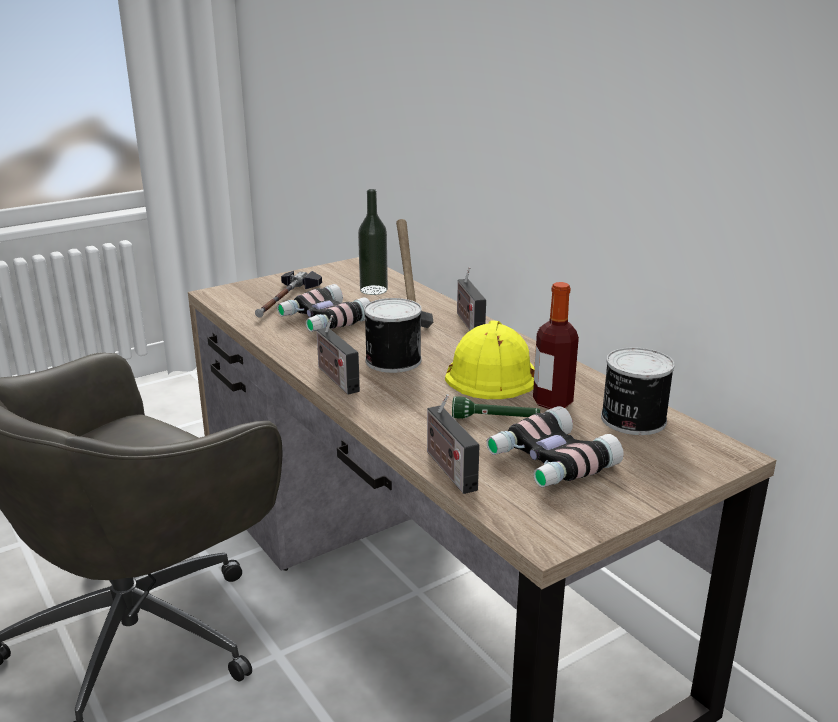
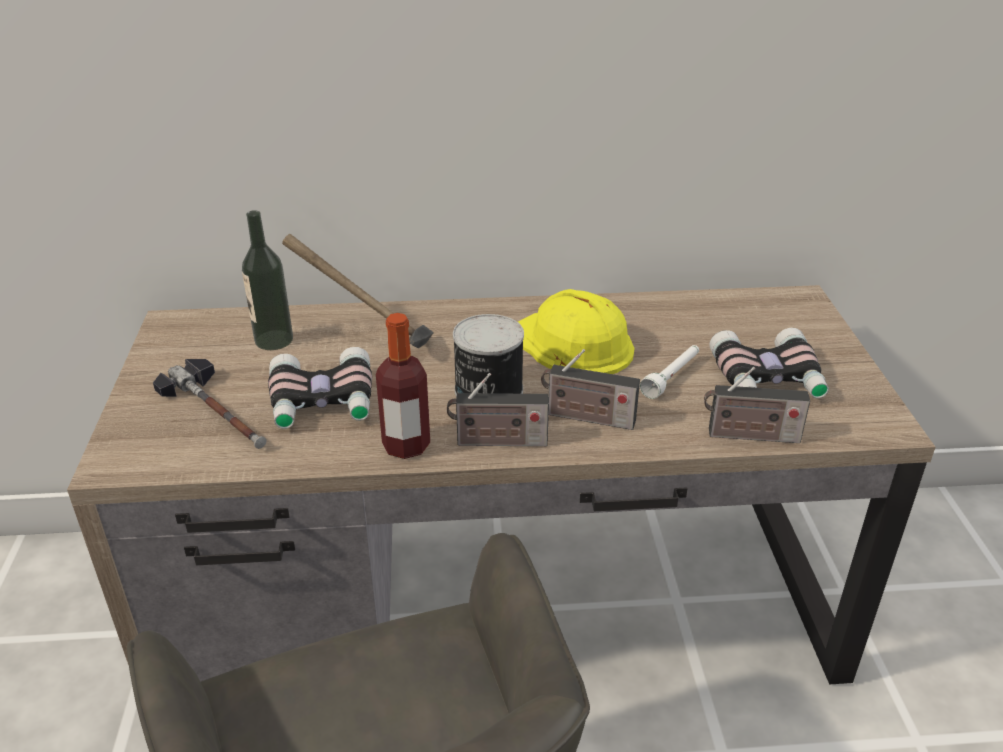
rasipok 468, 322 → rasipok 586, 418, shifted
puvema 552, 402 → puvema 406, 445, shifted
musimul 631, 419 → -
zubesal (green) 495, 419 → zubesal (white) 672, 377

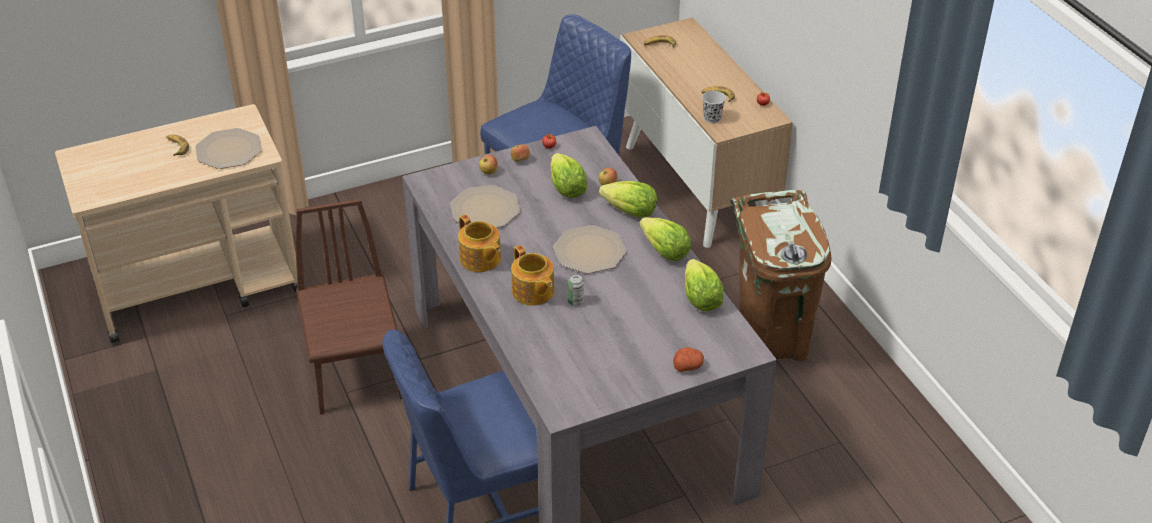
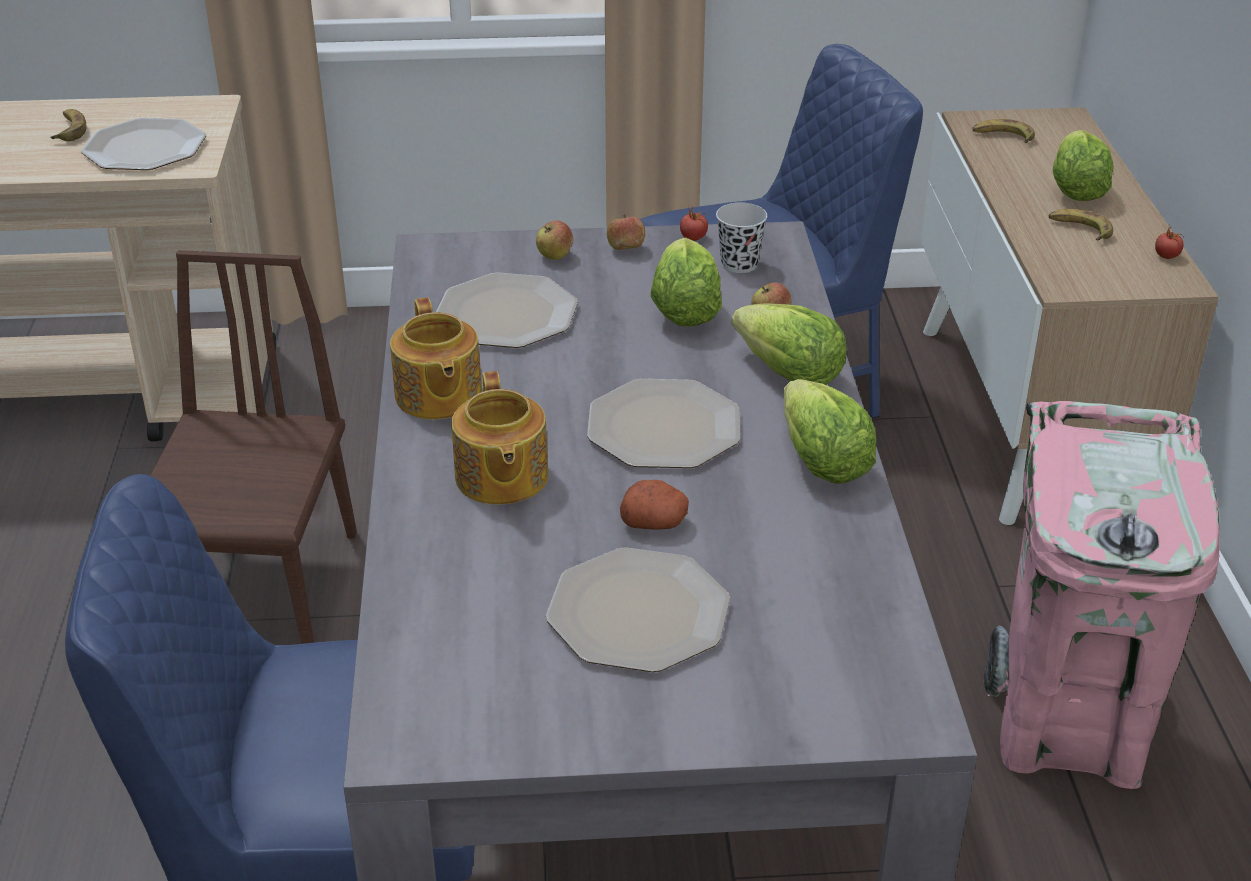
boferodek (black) 712, 118 → boferodek (black) 739, 264, shifted
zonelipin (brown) 770, 342 → zonelipin (pink) 1068, 732
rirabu 700, 299 → rirabu 1076, 190, shifted
musimul 575, 302 → -
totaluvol 688, 366 → totaluvol 655, 522, shifted
- → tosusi 636, 613

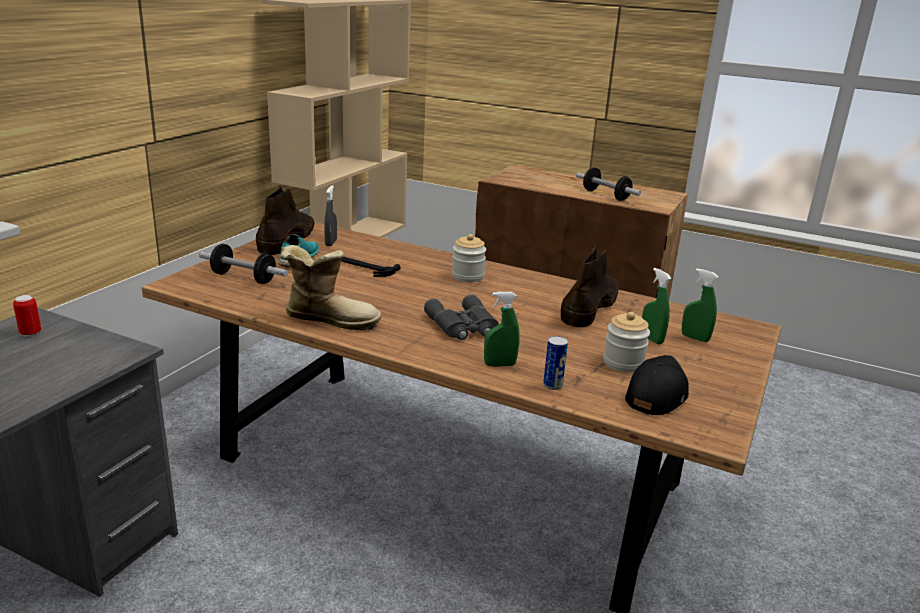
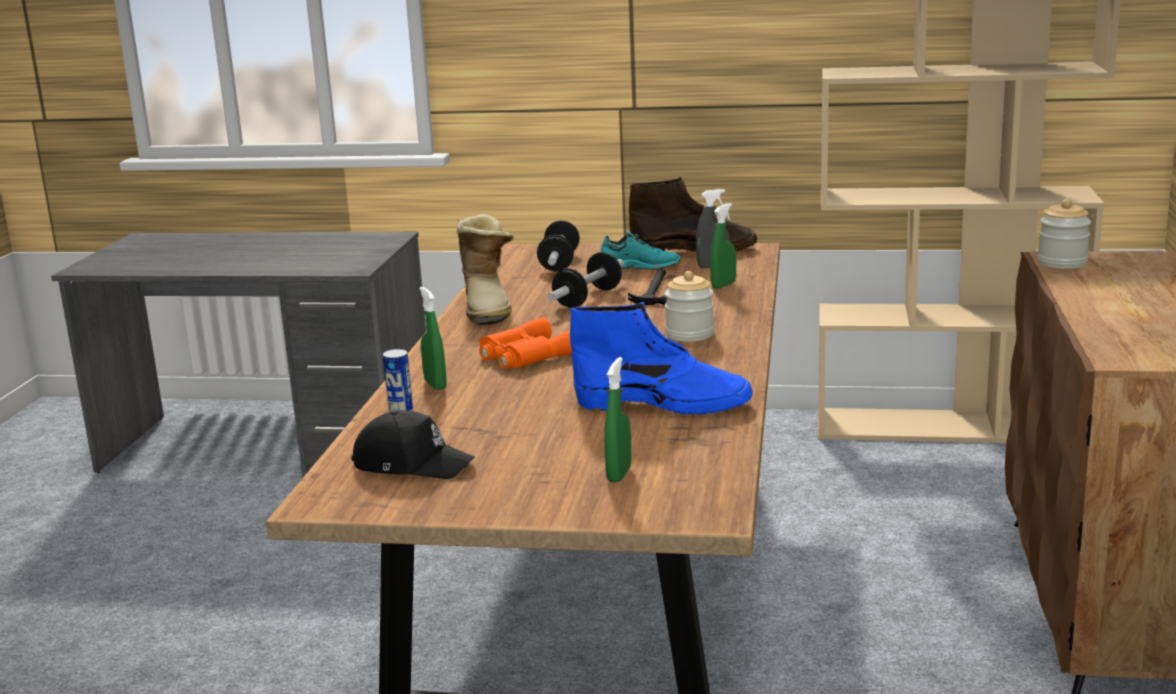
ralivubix 605, 195 → ralivubix 588, 298, shifted
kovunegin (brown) 590, 306 → kovunegin (blue) 665, 404
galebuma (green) 651, 339 → galebuma (green) 723, 285, shifted
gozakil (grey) 462, 326 → gozakil (orange) 526, 355
musimul 30, 333 → -
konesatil 623, 363 → konesatil 1062, 263, shifted

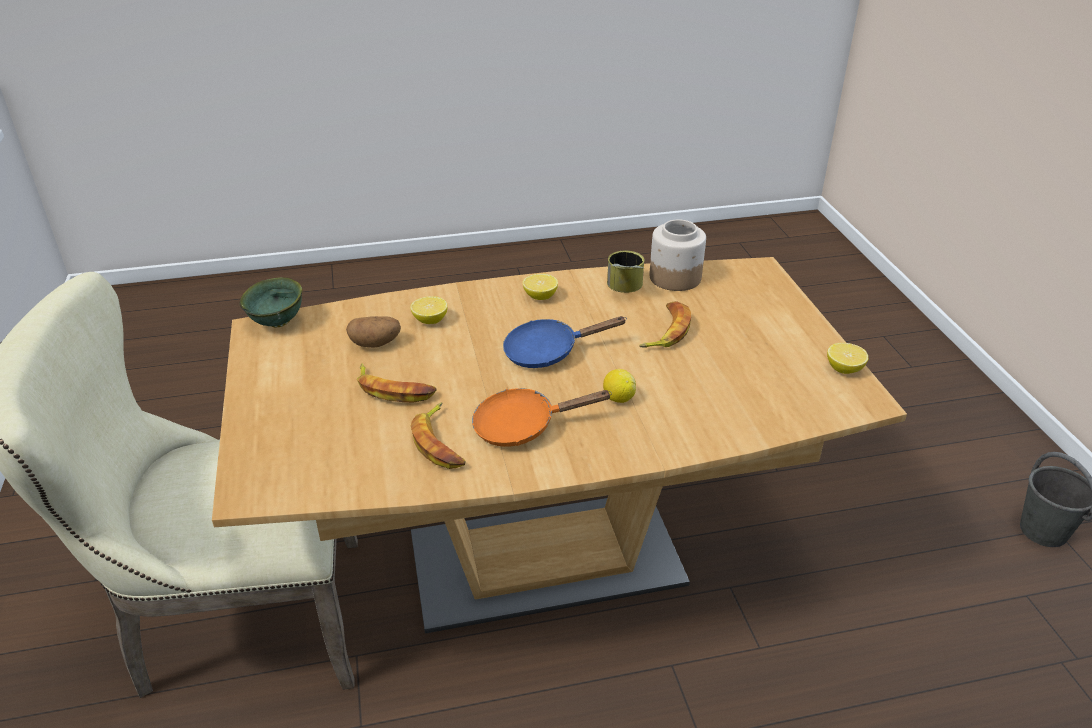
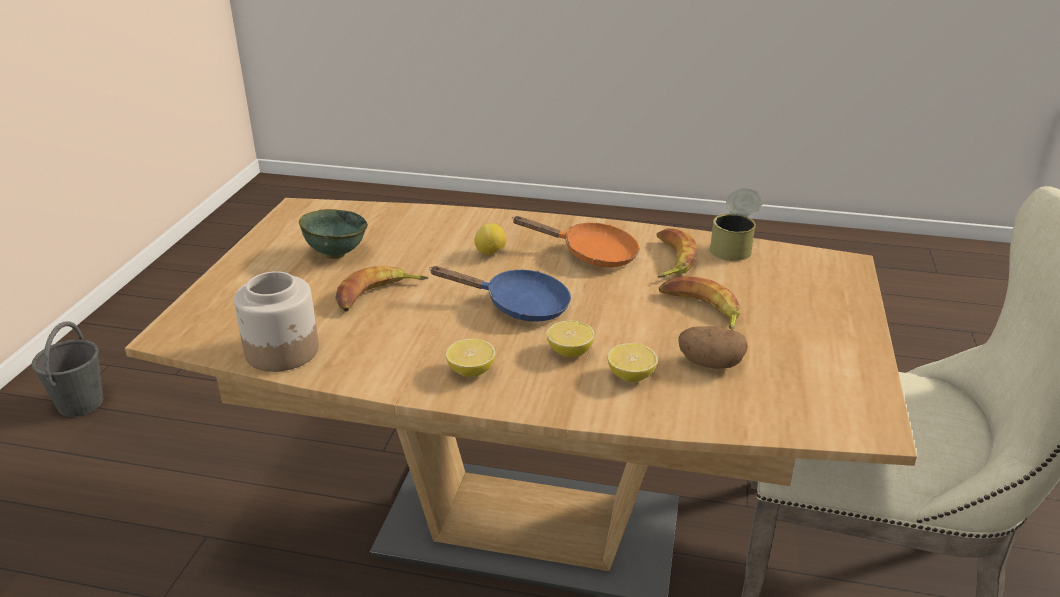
musimul 624, 289 → musimul 734, 245, shifted
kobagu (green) 278, 323 → kobagu (green) 335, 253, shifted
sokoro 844, 369 → sokoro 569, 352, shifted

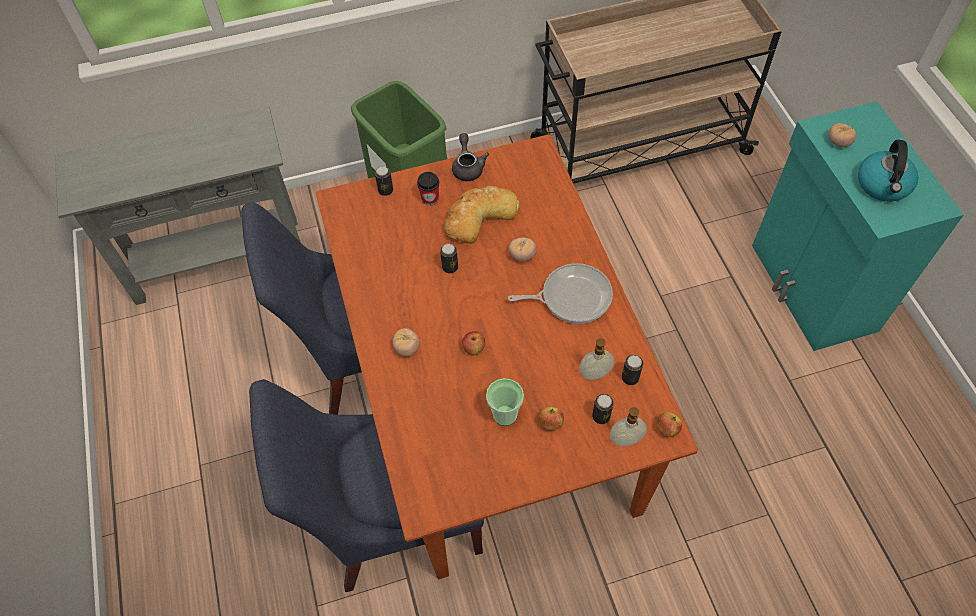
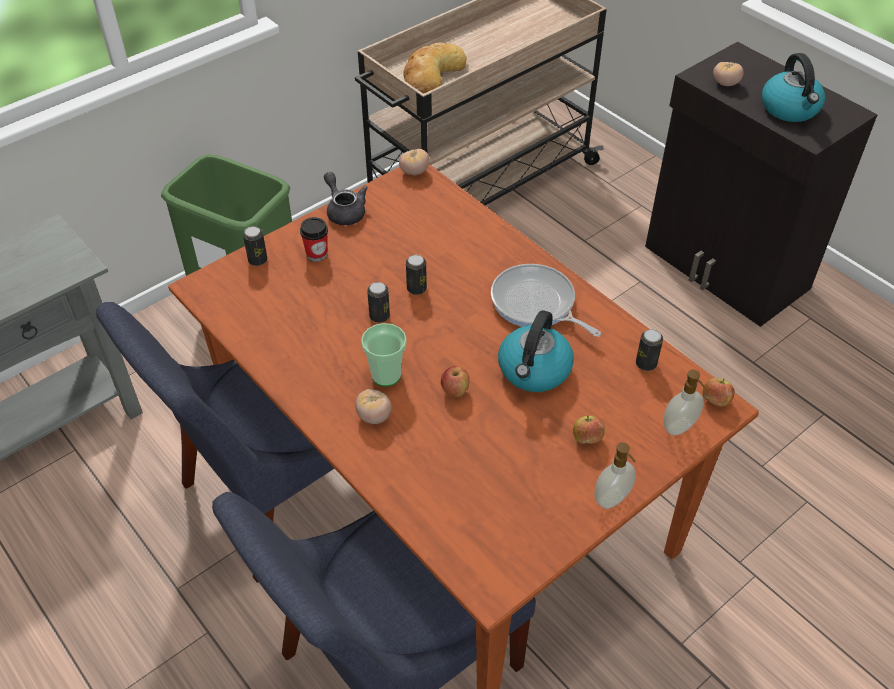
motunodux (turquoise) 811, 288 → motunodux (black) 725, 269
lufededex 478, 216 → lufededex 431, 75, shifted
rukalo 522, 256 → rukalo 414, 172, shifted
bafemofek 572, 297 → bafemofek 536, 304, 105 degrees counterclockwise
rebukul 595, 374 → rebukul 612, 499, shifted
boferodek 505, 414 → boferodek 386, 375, shifted
musimul 601, 416 → musimul 416, 288, shifted
- → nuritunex 534, 370

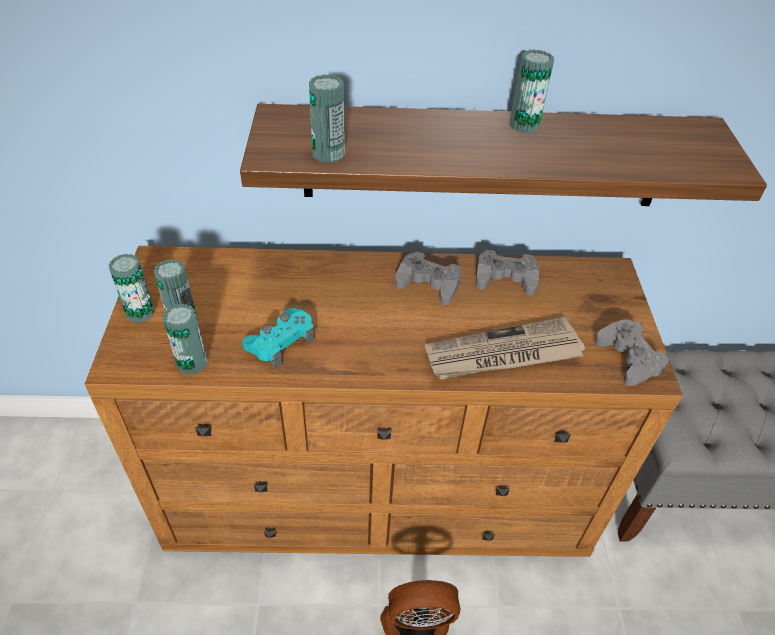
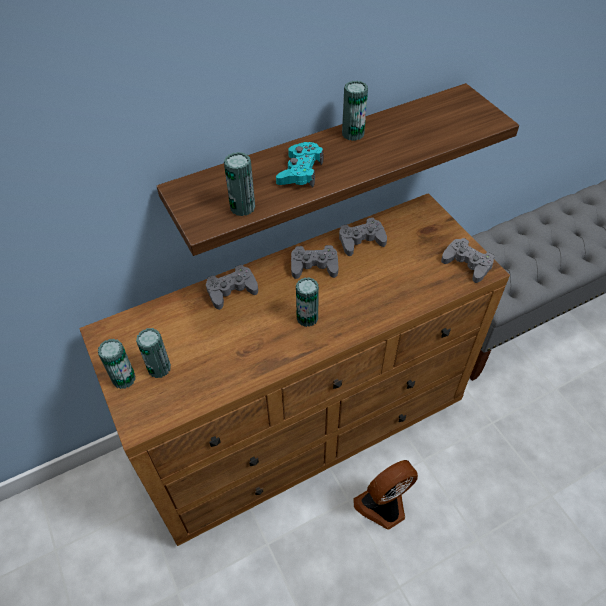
musimul 192, 363 → musimul 307, 318, shifted
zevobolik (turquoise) 281, 342 → zevobolik (turquoise) 300, 171, shifted
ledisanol 503, 354 → -
- → zevobolik (grey) 231, 290

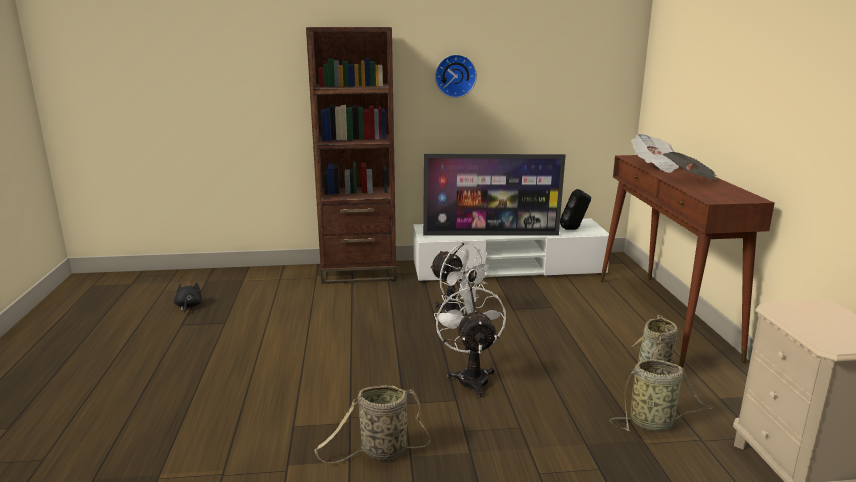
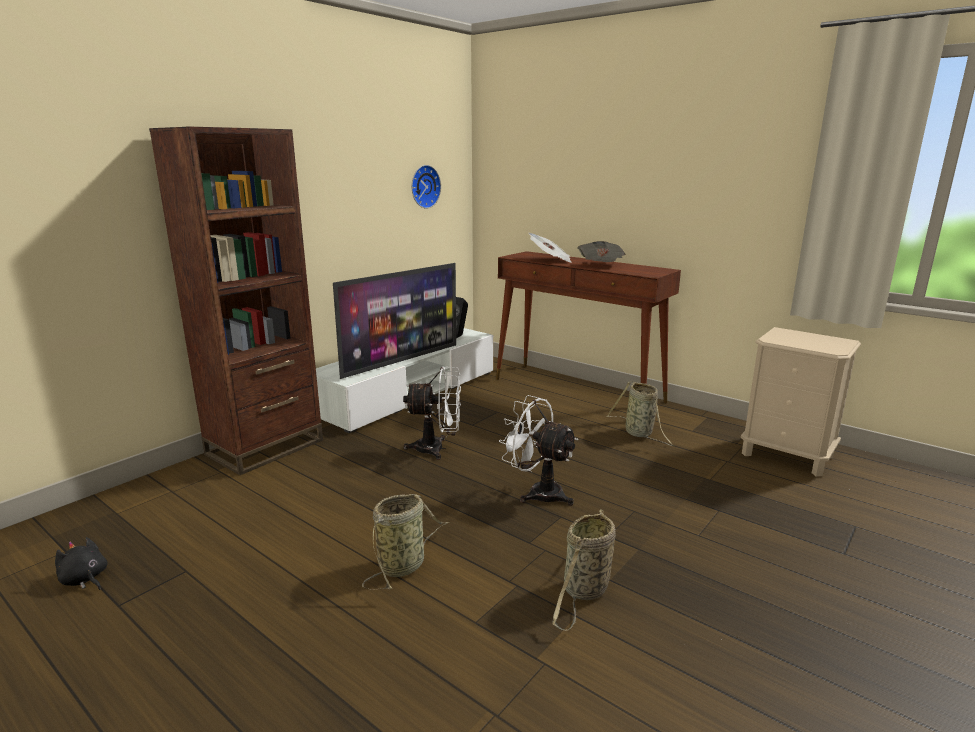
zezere 455, 76 → zezere 424, 186, shifted
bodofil 654, 422 → bodofil 404, 564, shifted

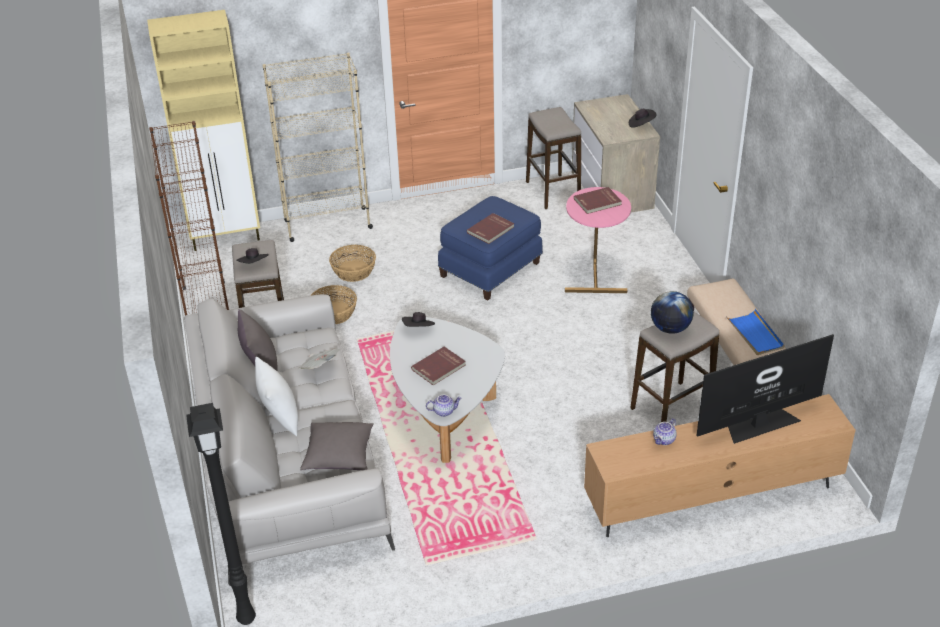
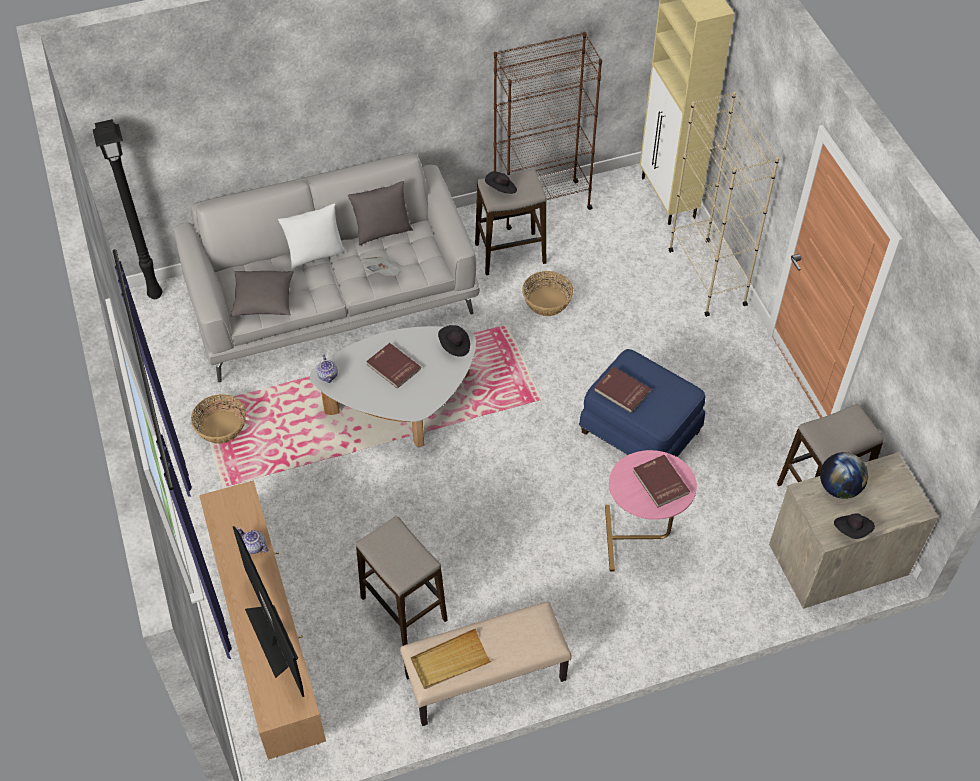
bodofil 353, 271 → bodofil 221, 427, shifted
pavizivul 670, 329 → pavizivul 839, 487, shifted
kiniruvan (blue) 755, 334 → kiniruvan (beige) 450, 661

